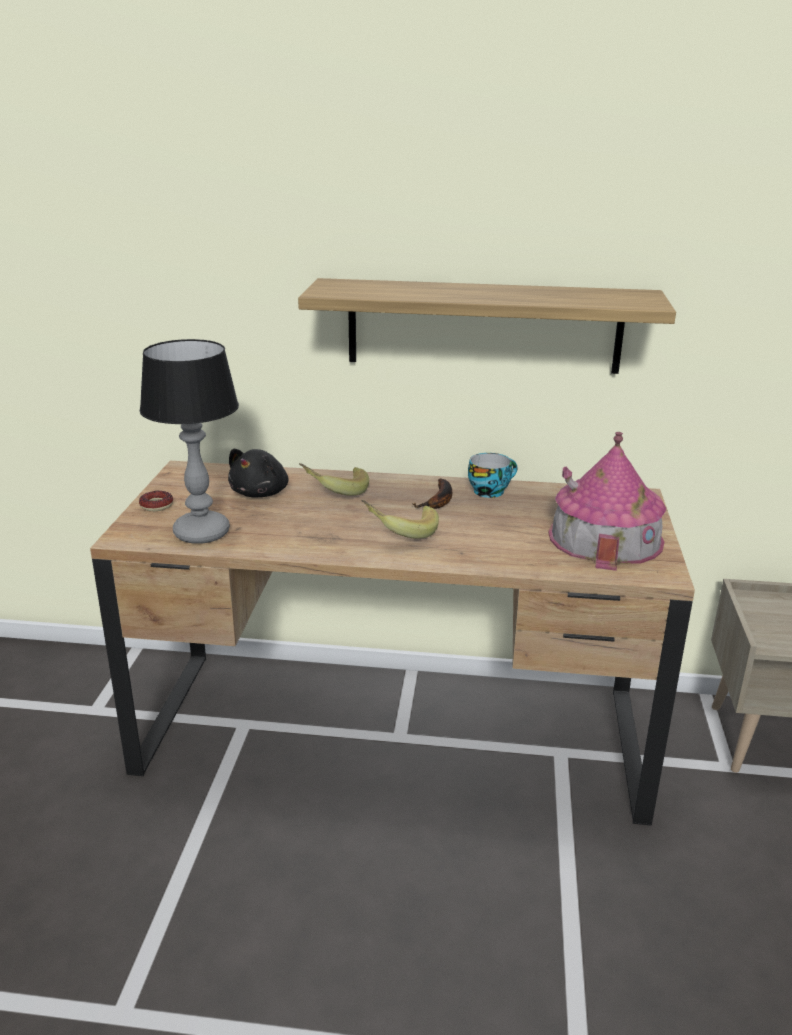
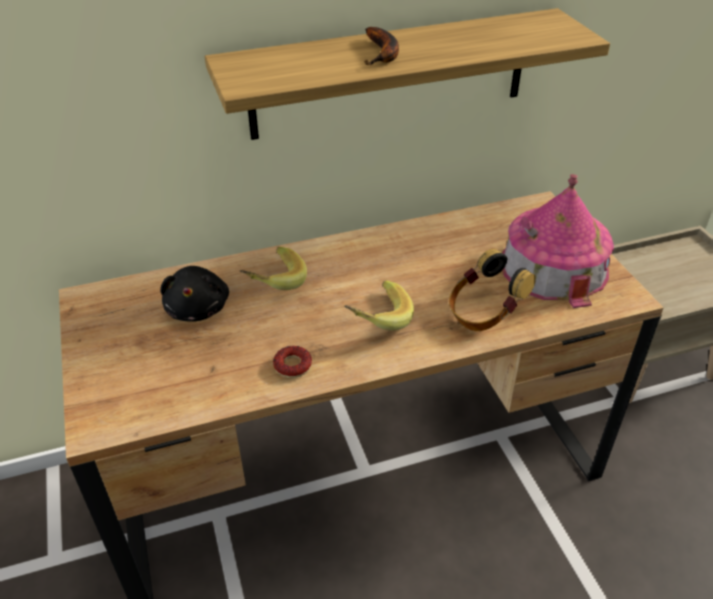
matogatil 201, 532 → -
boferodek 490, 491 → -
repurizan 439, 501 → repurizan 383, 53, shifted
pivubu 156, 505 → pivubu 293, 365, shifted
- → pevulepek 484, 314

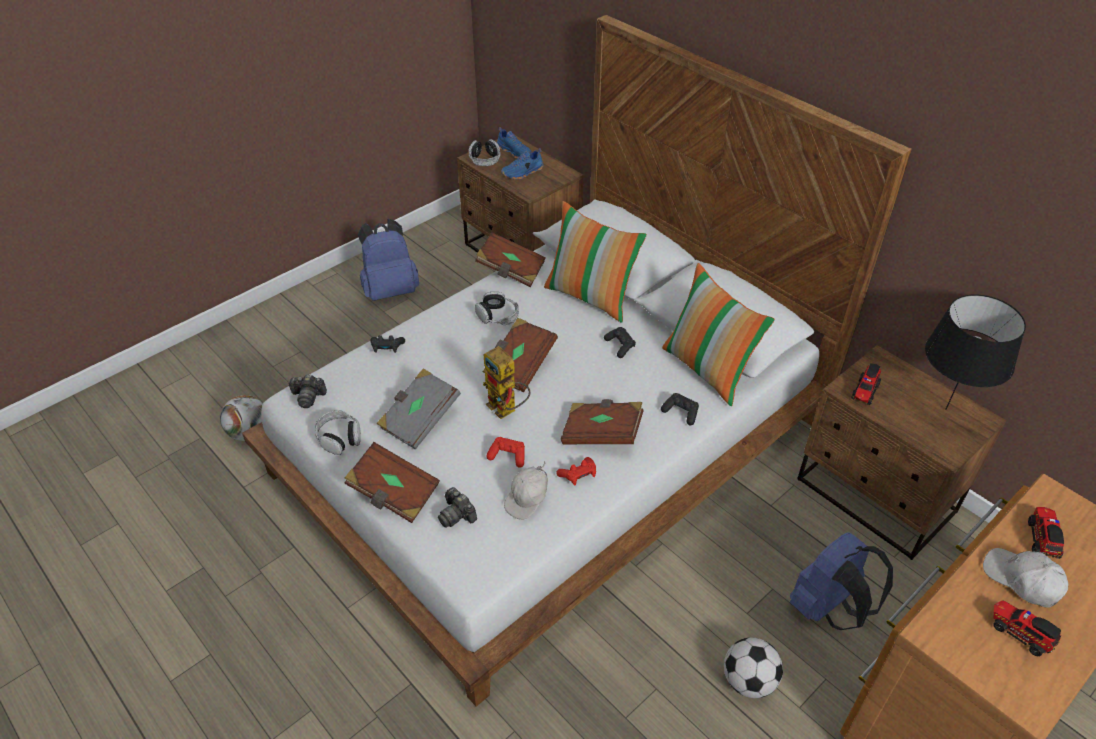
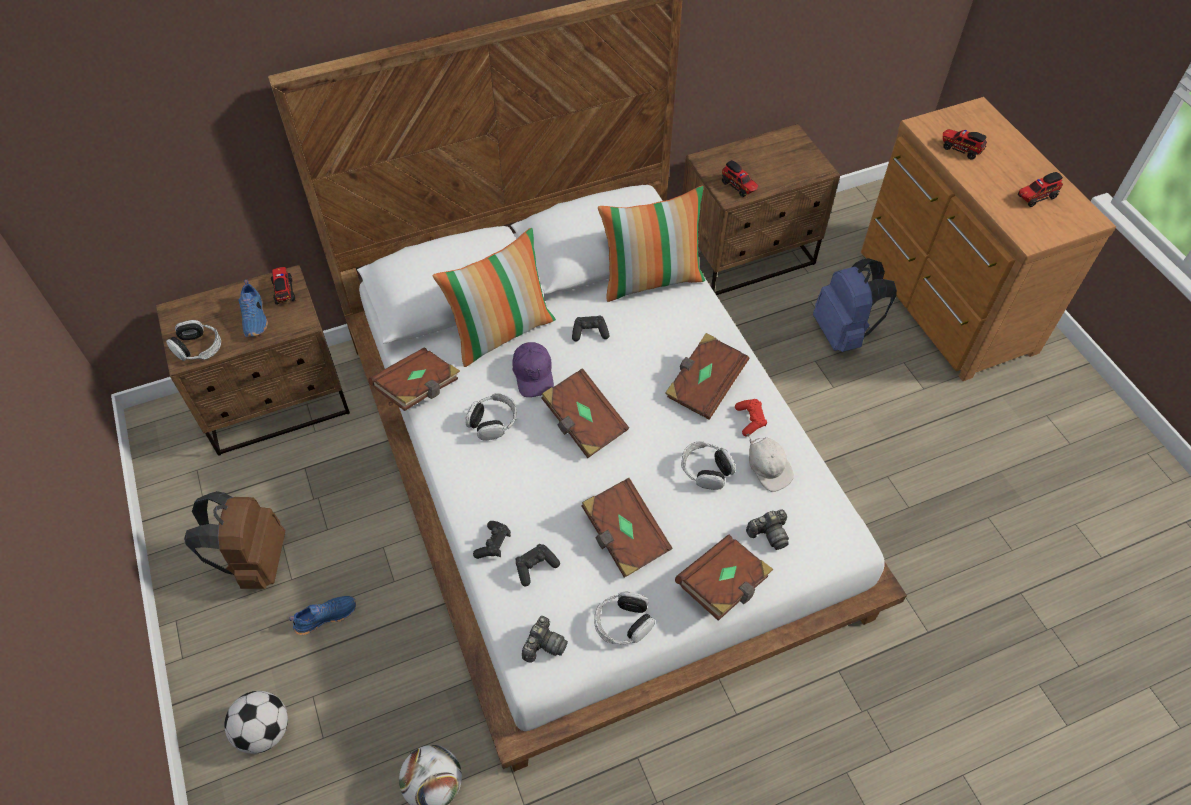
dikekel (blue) 515, 152 → dikekel (blue) 325, 616, shifted
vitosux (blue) 390, 290 → vitosux (brown) 254, 562
matogatil (black) 945, 409 → -
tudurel 507, 410 → -
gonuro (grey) 419, 419 → gonuro (brown) 624, 537
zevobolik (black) 681, 413 → zevobolik (black) 535, 567, shifted
zevobolik (red) 508, 456 → pevulepek 706, 470
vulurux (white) 1022, 580 → -
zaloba 748, 681 → zaloba 264, 731, shifted
- → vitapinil 284, 291
- → vulurux (purple) 533, 374

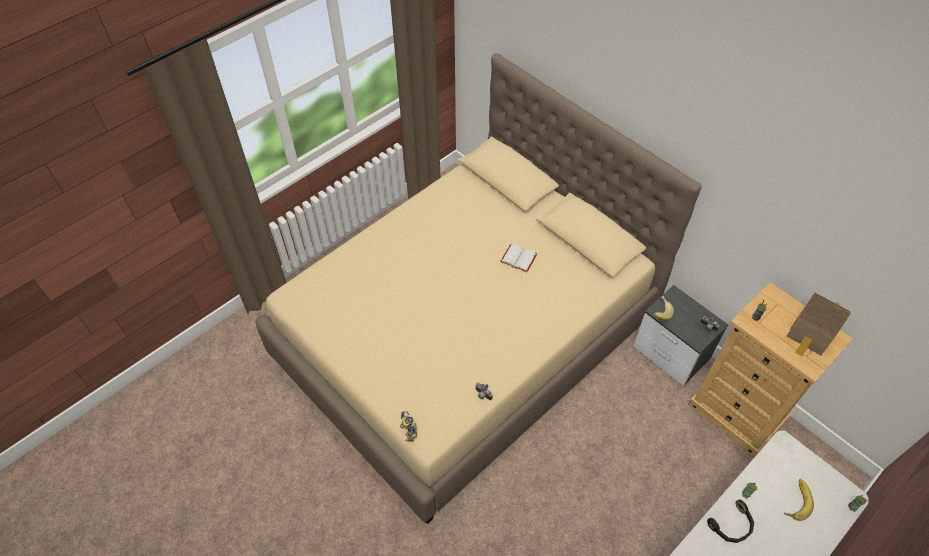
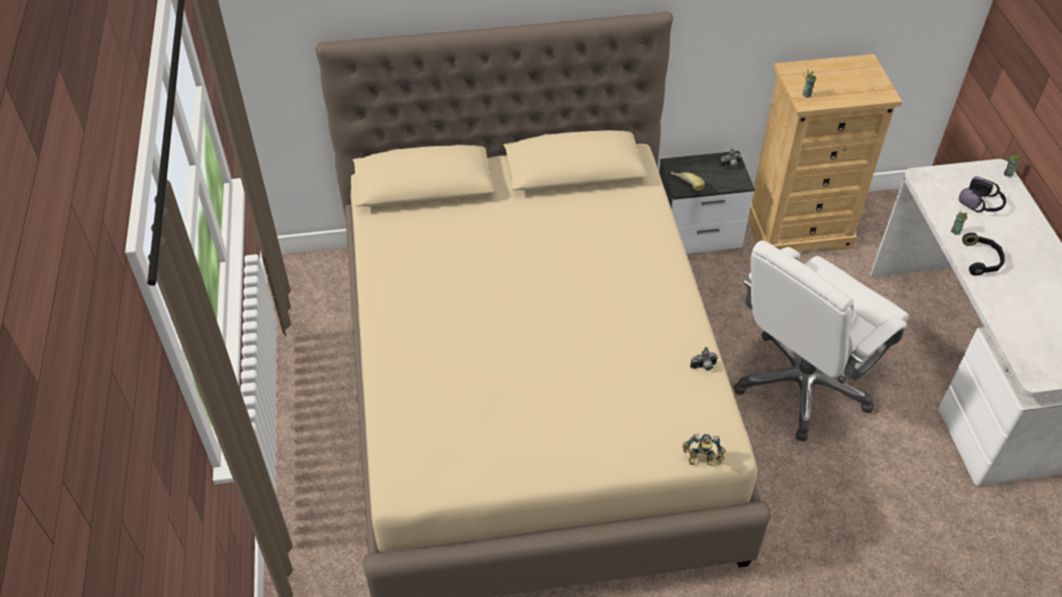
gonuro (white) 519, 258 → -
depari 810, 335 → -
repurizan 795, 500 → pevulepek 981, 204
- → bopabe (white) 802, 385

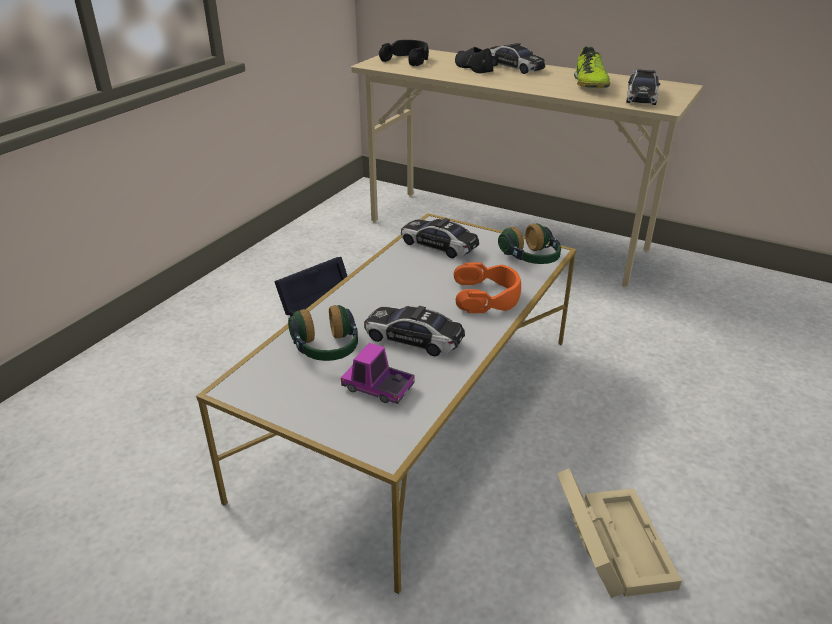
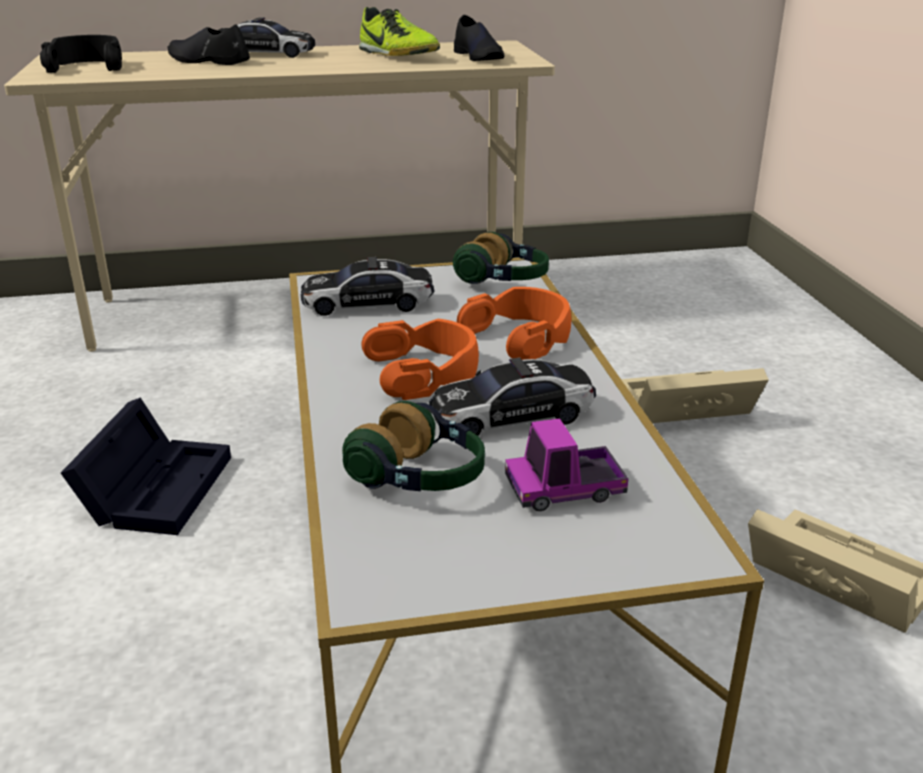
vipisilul 641, 96 → dikekel (black) 479, 57
- → pevulepek (orange) 424, 372
- → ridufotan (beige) 682, 409

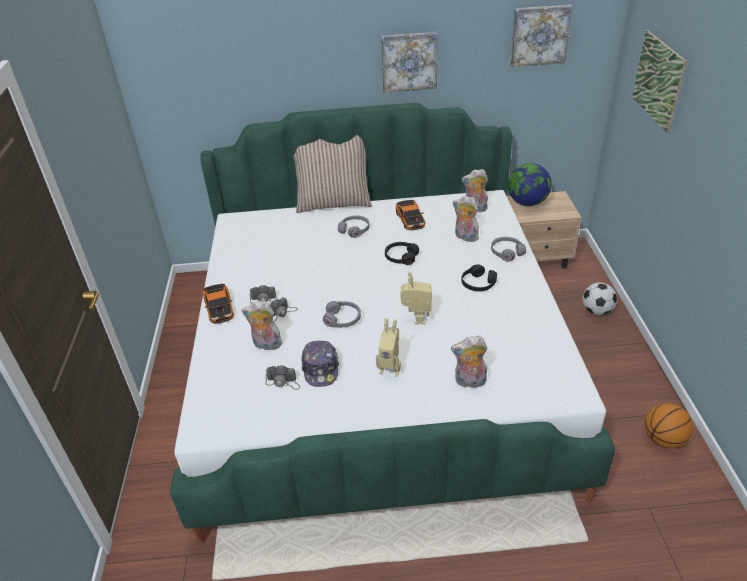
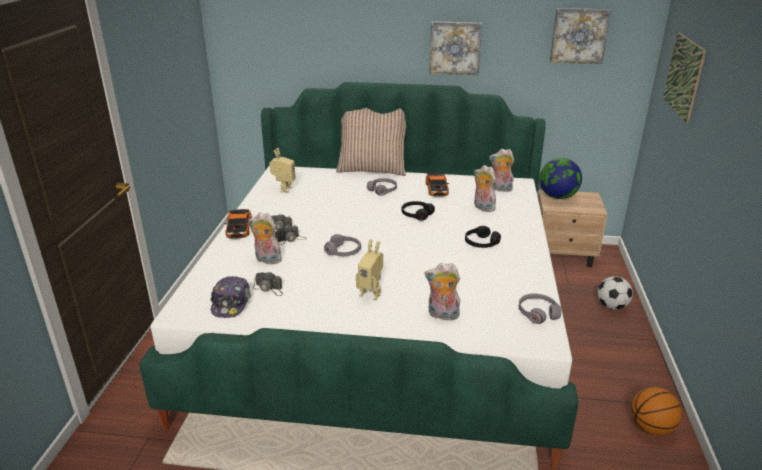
pevulepek (grey) 506, 252 → pevulepek (grey) 537, 313, shifted
tudurel 416, 318 → tudurel 284, 189, shifted
vulurux 321, 368 → vulurux 231, 303, shifted

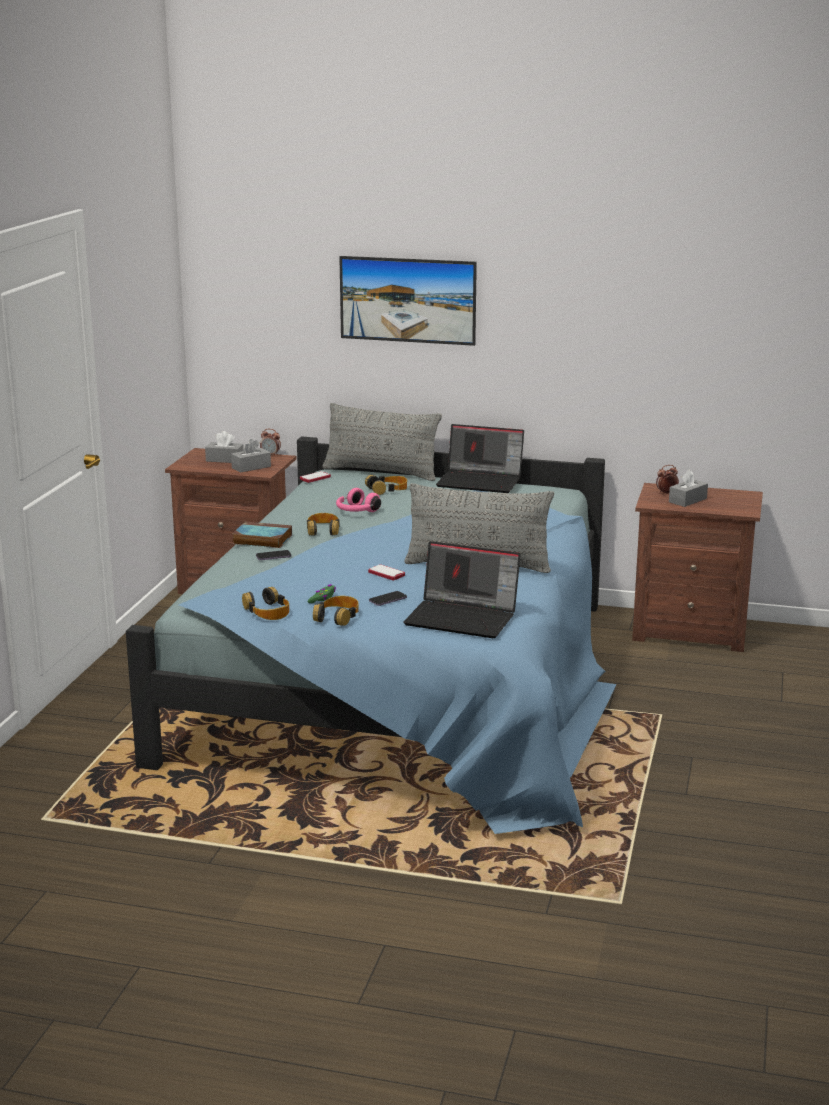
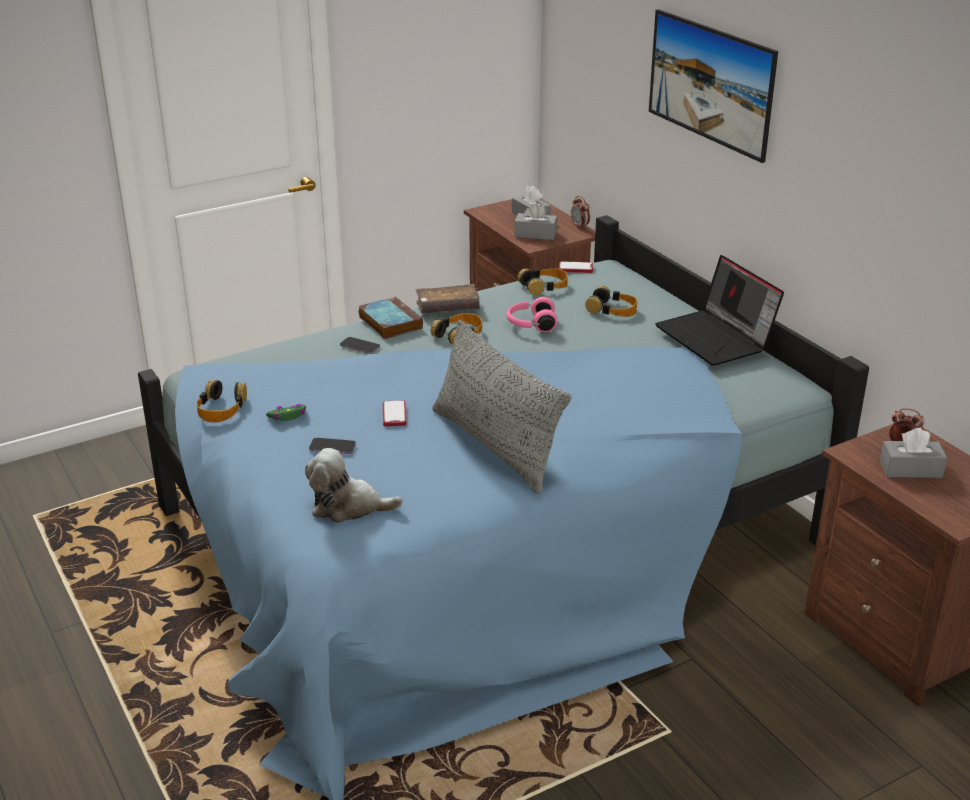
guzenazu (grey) 381, 472 → -
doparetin 463, 618 → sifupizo 348, 507
pevulepek 337, 617 → pevulepek 544, 286, shifted
- → gonuro (brown) 447, 308

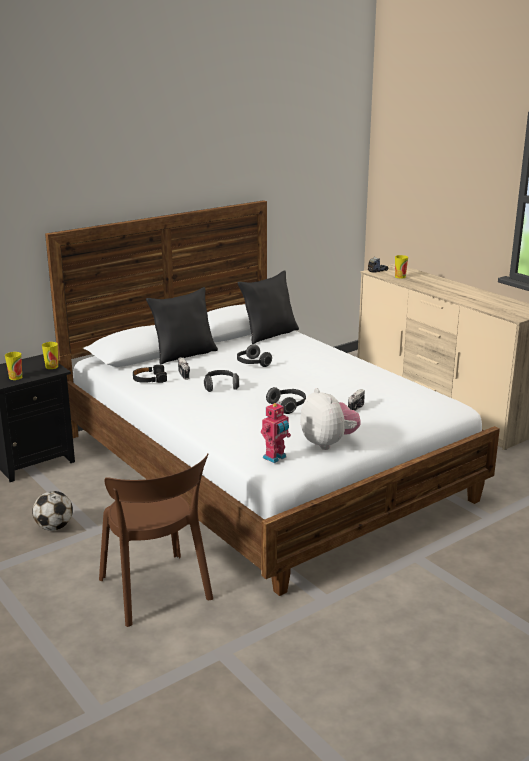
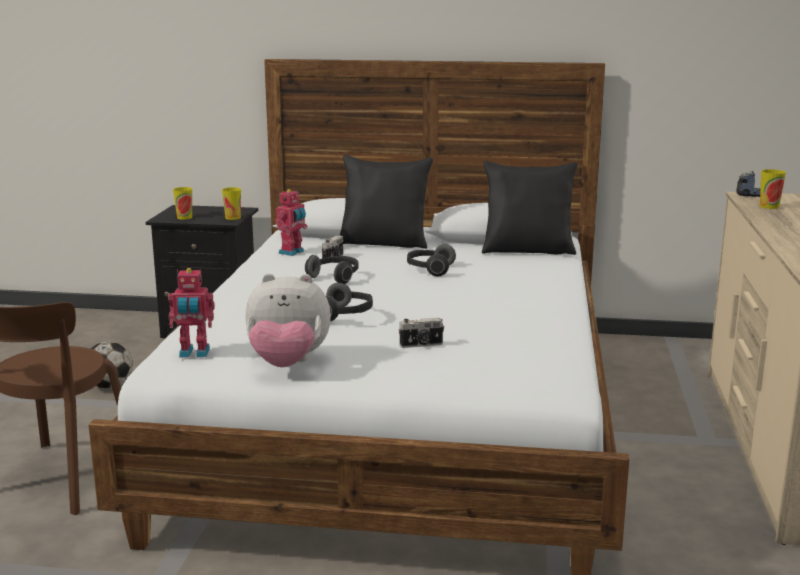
pevulepek (black) 149, 379 → tudurel 292, 252
sifupizo 328, 443 → sifupizo 287, 364, 75 degrees clockwise

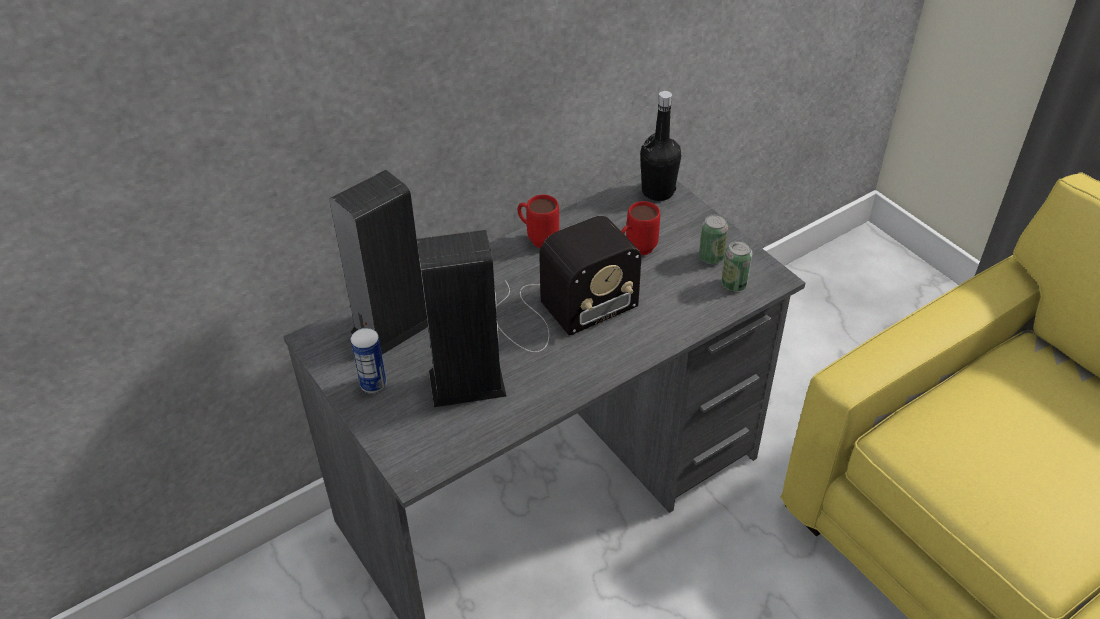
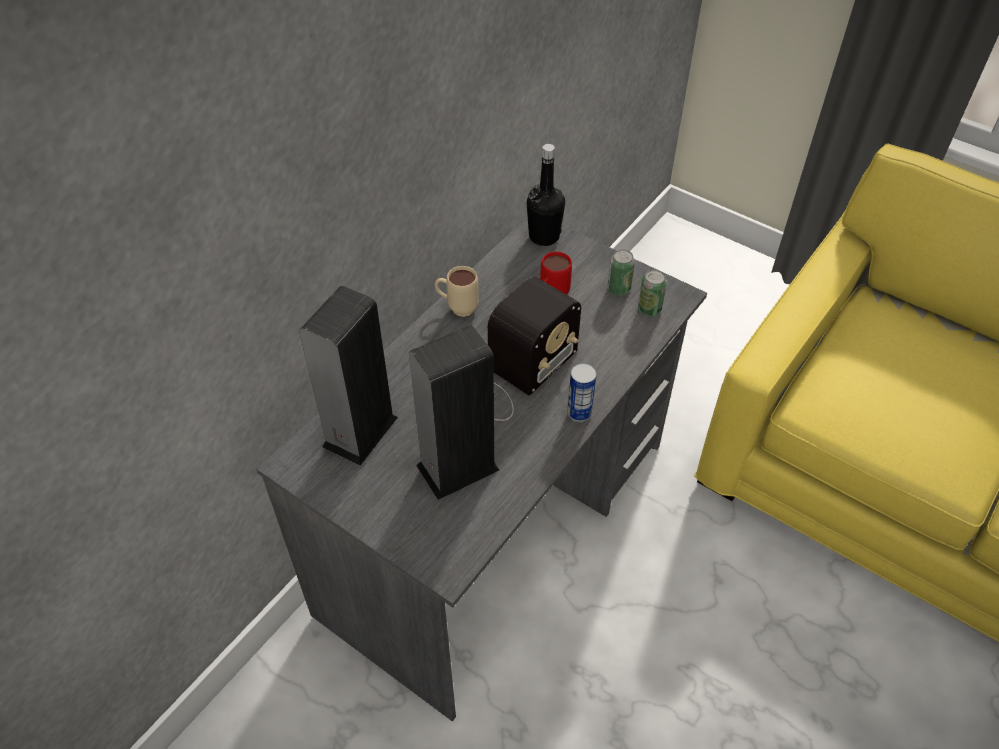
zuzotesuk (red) 537, 238 → zuzotesuk (beige) 457, 308
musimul 373, 384 → musimul 579, 413, shifted

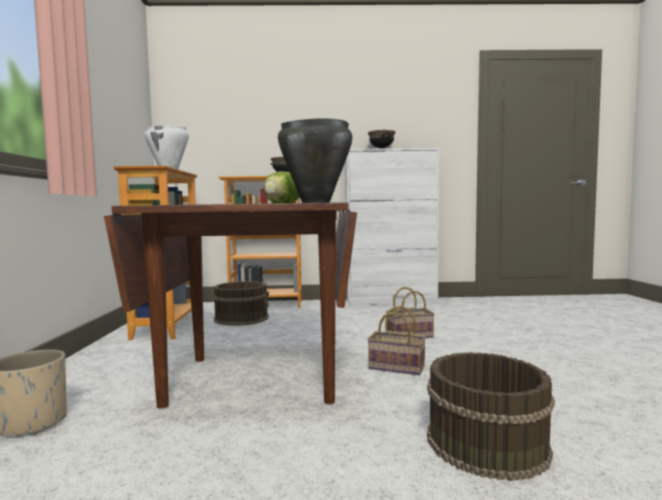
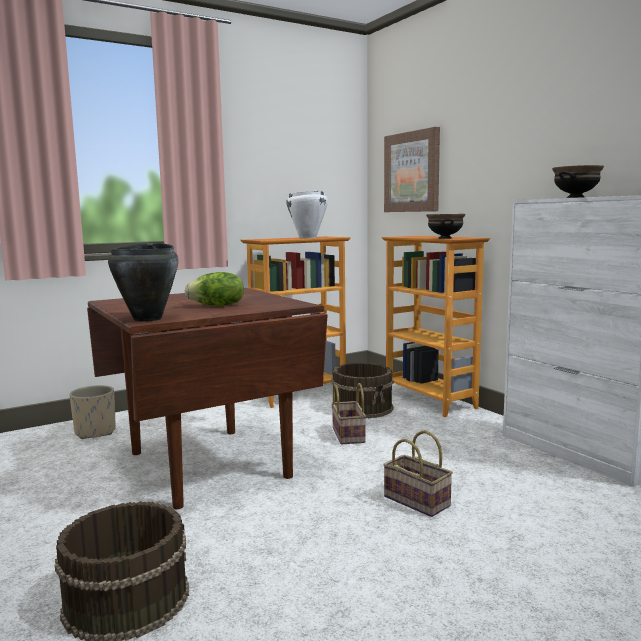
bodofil 395, 367 → bodofil 347, 435, shifted
- → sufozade 412, 172

